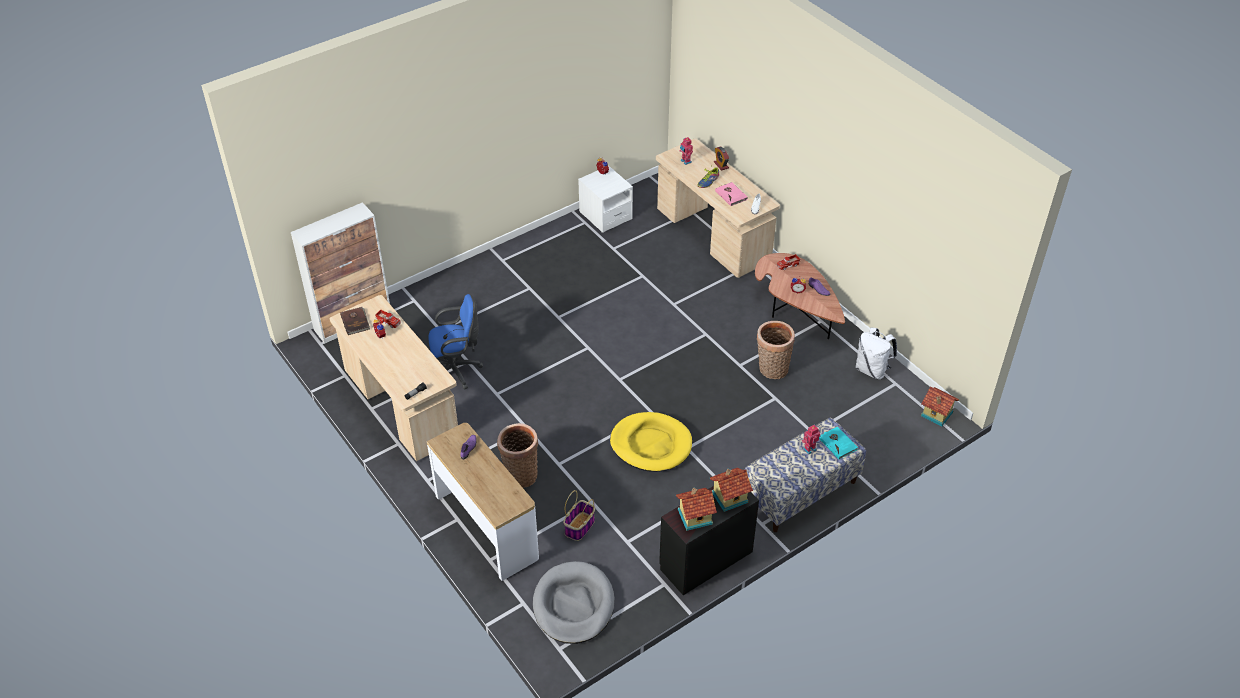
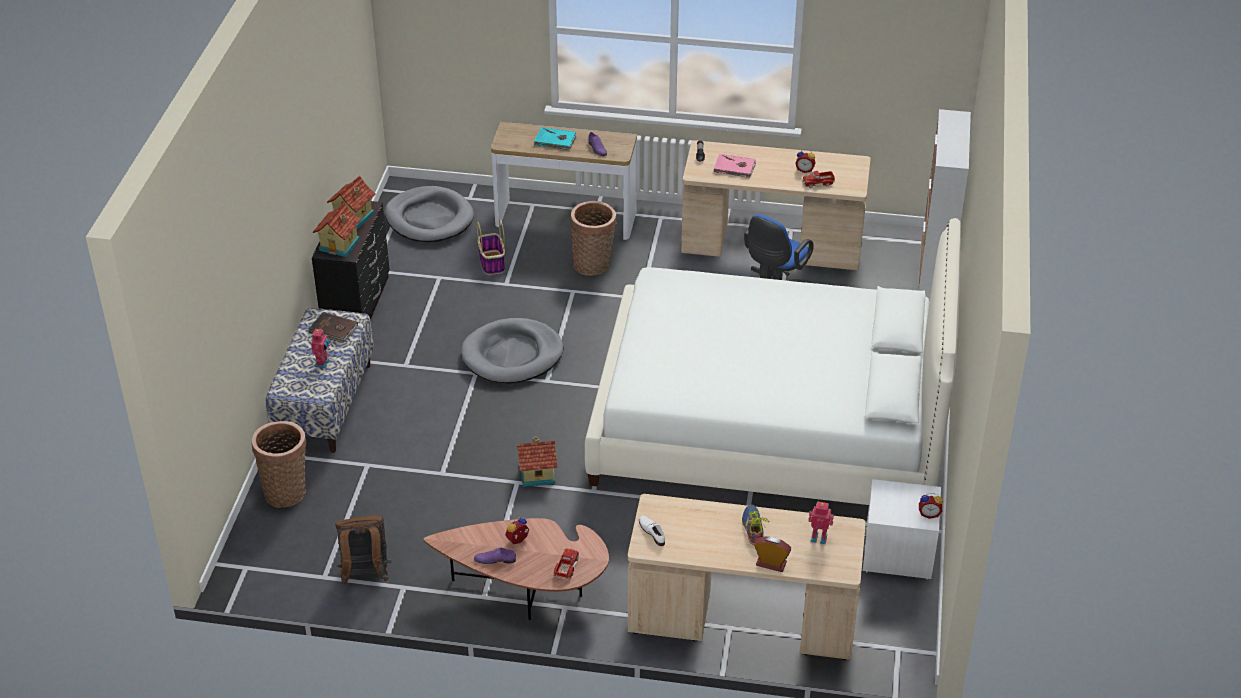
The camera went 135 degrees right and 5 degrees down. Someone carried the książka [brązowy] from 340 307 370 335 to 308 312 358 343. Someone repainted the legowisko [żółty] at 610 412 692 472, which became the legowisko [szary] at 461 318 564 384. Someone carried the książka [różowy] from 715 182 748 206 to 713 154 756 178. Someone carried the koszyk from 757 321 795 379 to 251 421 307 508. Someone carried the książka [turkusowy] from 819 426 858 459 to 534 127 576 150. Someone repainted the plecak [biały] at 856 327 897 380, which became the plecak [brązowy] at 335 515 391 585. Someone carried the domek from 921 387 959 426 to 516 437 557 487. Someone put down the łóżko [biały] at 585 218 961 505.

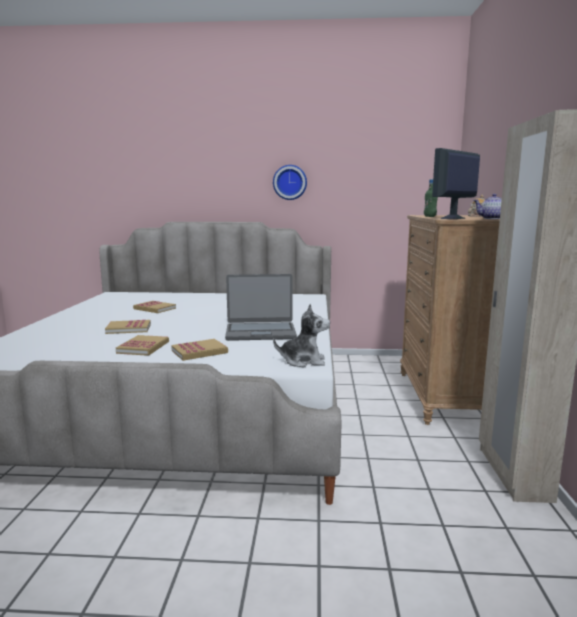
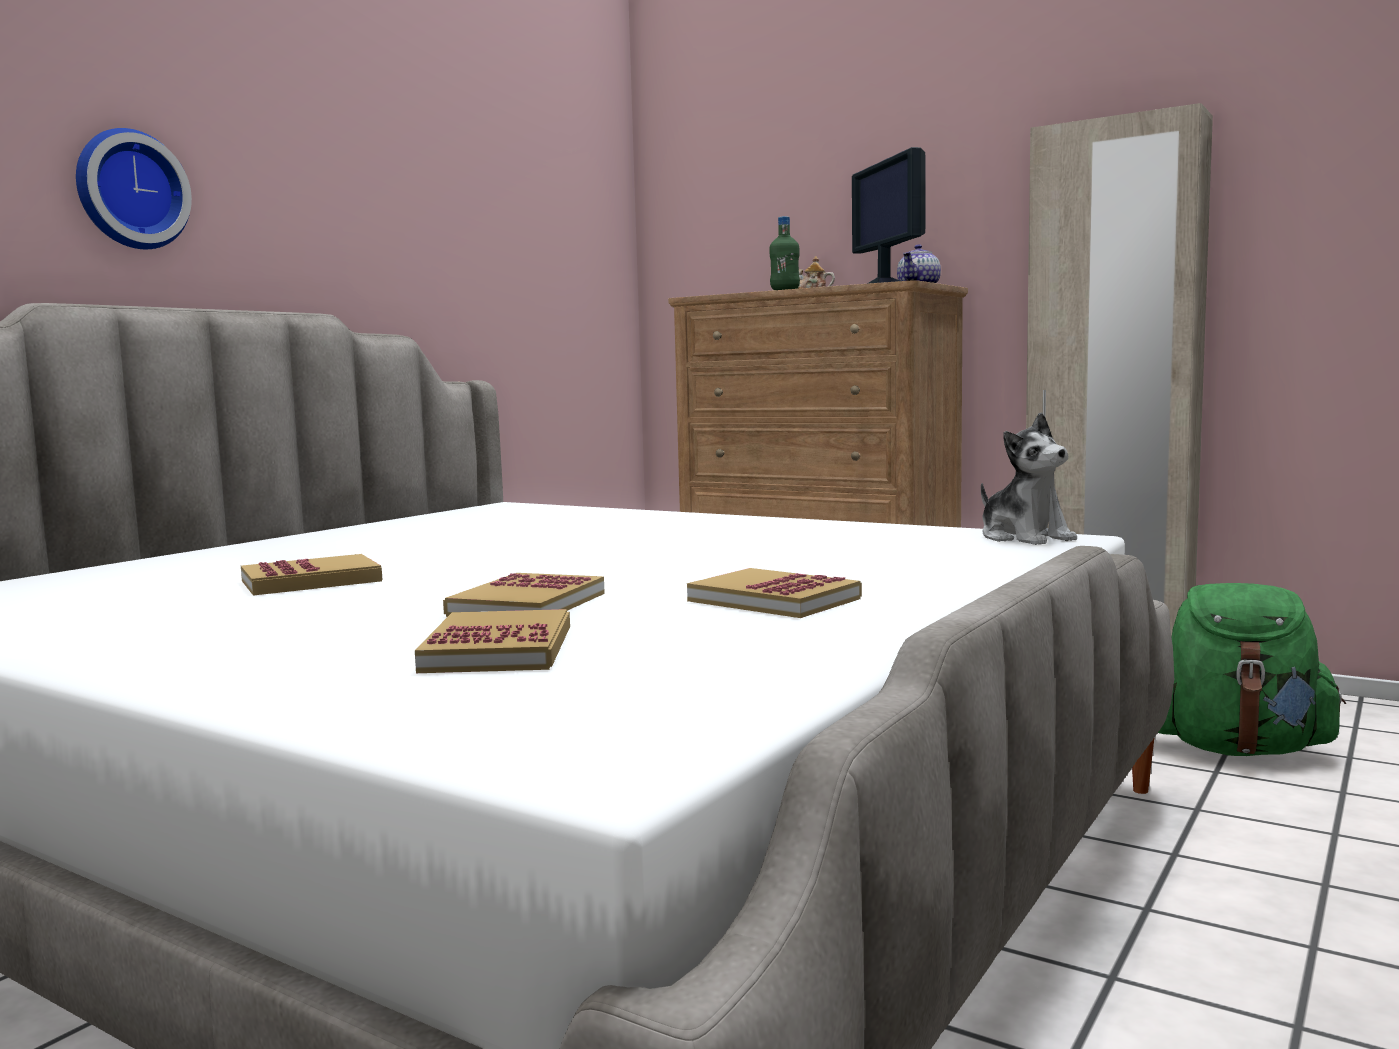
The camera went 60 degrees left and 5 degrees down. Someone carried the książka from 171 339 228 361 to 415 609 570 673. Someone took away the laptop at 225 274 297 341. Someone carried the zegar ścienny from 273 165 307 200 to 76 128 192 249. Someone rotated the pluszak at 273 304 330 367 by 120 degrees clockwise. Someone put down the plecak [zielony] at 1158 583 1346 756.

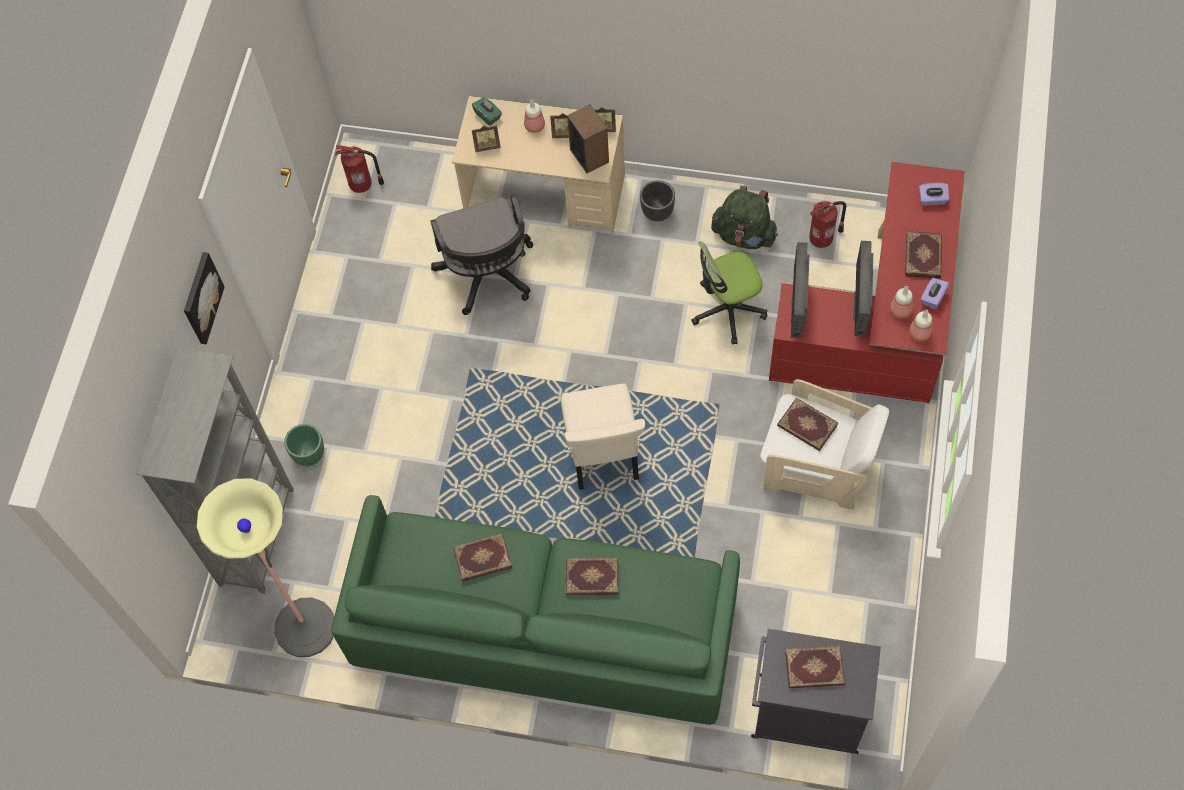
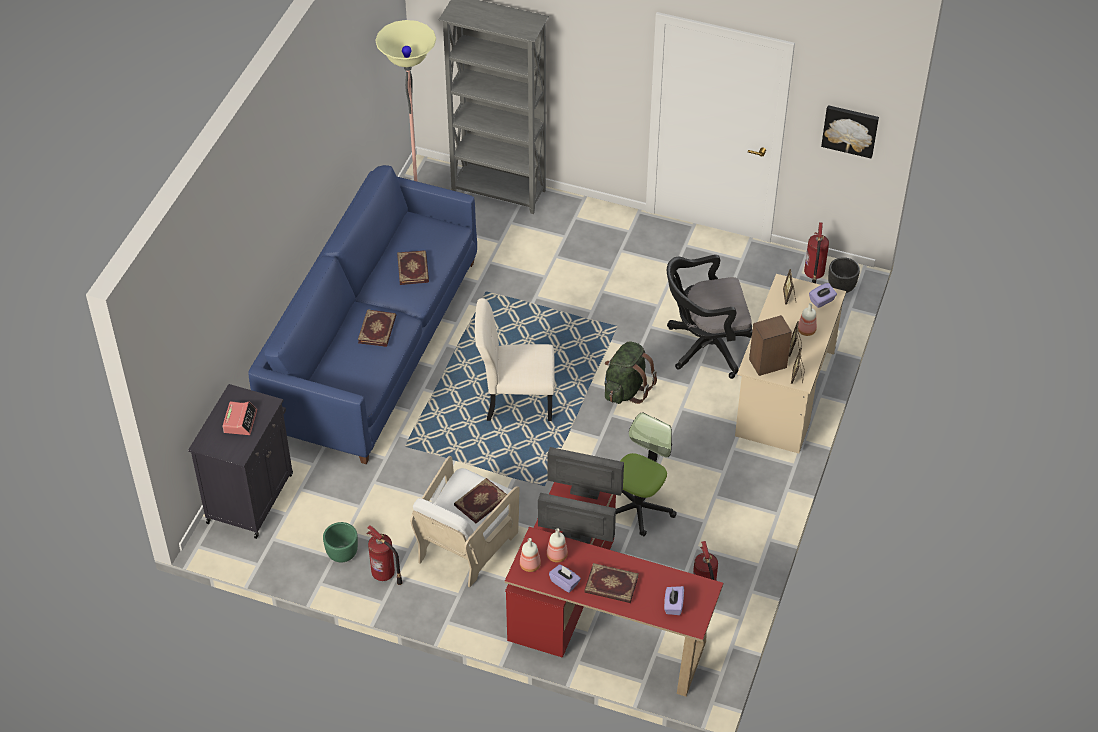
The camera went 95 degrees right and 15 degrees down. Someone carried the obraz from 184 252 224 344 to 821 105 879 158. Someone carried the donica [zielony] from 284 424 324 466 to 323 522 358 562. Someone repainted the kanapa [zielony] at 331 495 740 725, which became the kanapa [niebieski] at 248 165 477 464. Someone repainted the pudełko chusteczek [zielony] at 472 97 502 126, which became the pudełko chusteczek [fioletowy] at 809 283 837 308. Someone carried the donica [czarny] from 640 180 675 221 to 828 257 860 293. Someone rotated the krzesło biurowe at 691 241 767 345 by 45 degrees clockwise. Someone carried the plecak [zielony] from 711 186 778 249 to 604 341 657 404. Someone swapped the książka at 785 645 845 688 for the budzik at 223 401 257 435. Someone put down the gaśnica at 366 525 403 585.

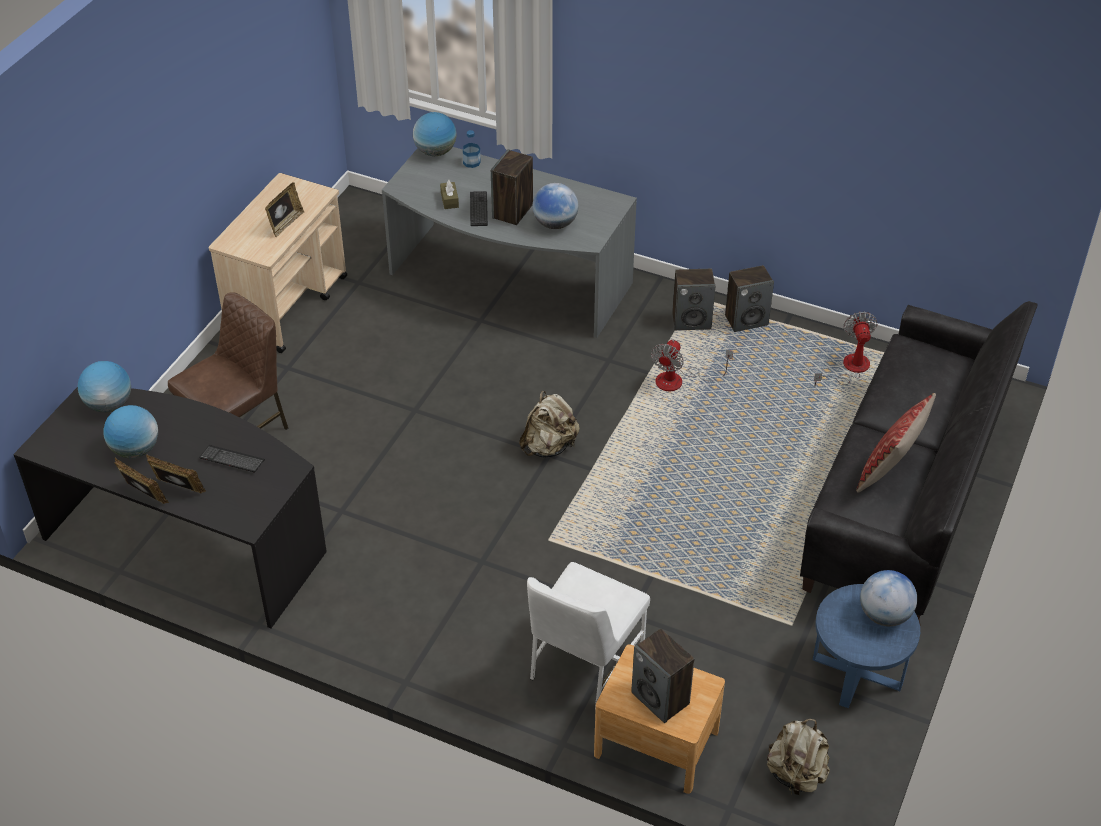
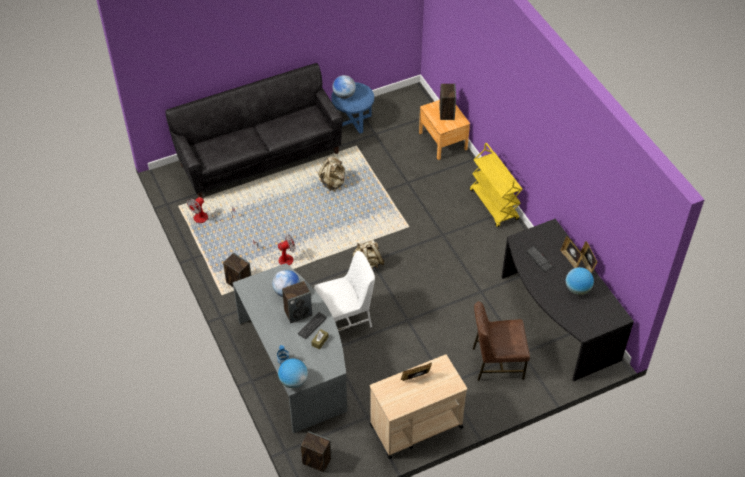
The camera went 140 degrees left and 5 degrees up. Someone took away the globus at 78 361 131 413. Someone carried the krzesło [biały] from 527 562 650 710 to 314 251 375 331. Someone carried the głośnik from 725 265 774 332 to 301 431 332 472. Someone carried the plecak [beżowy] from 767 719 830 795 to 318 156 345 191. Someone took away the poduszka at 856 393 936 493. Someone put down the wózek [żółty] at 470 143 523 227.

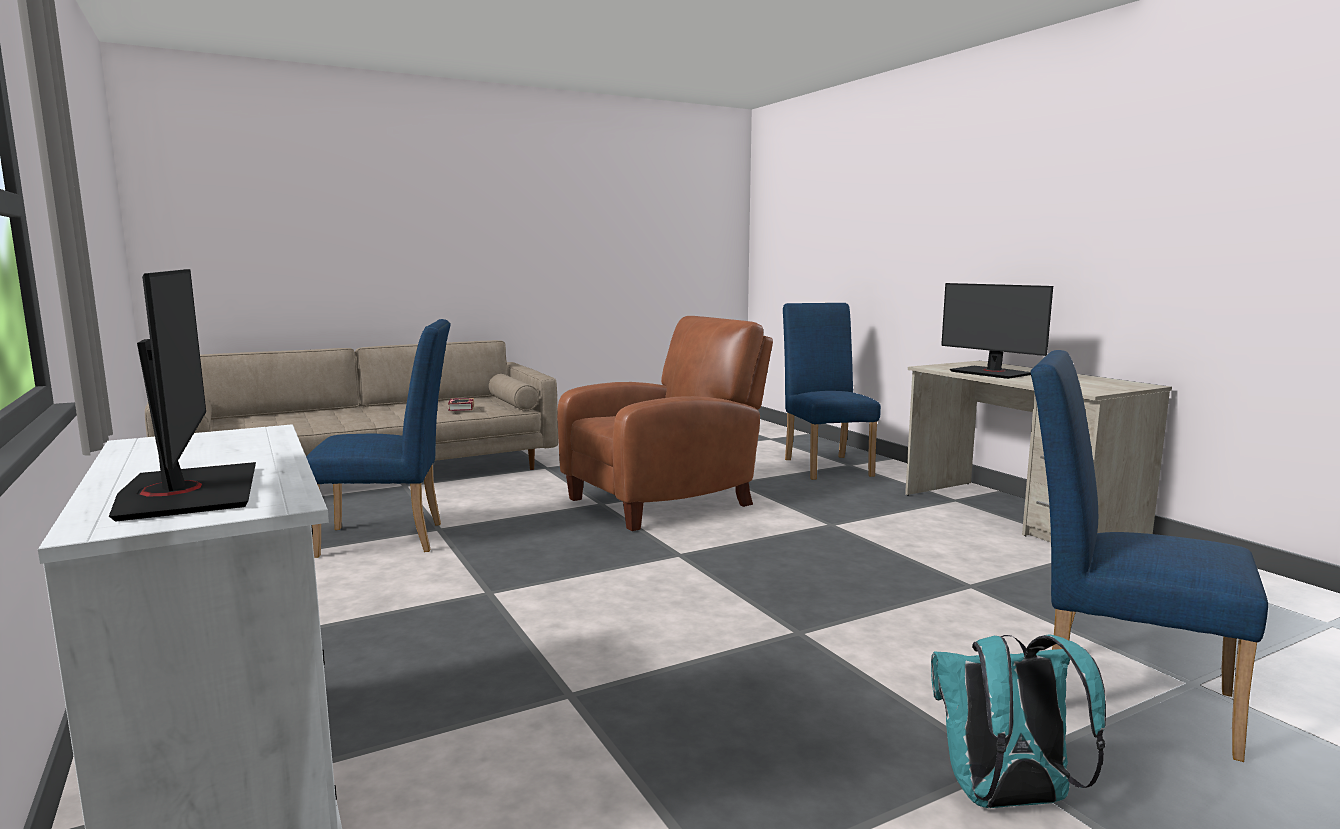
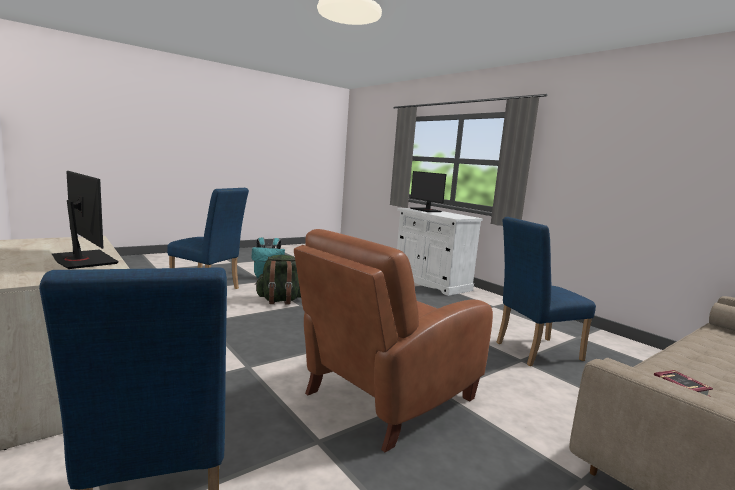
The camera went 170 degrees right and 0 degrees up. Someone put down the plecak [zielony] at 255 255 301 304.

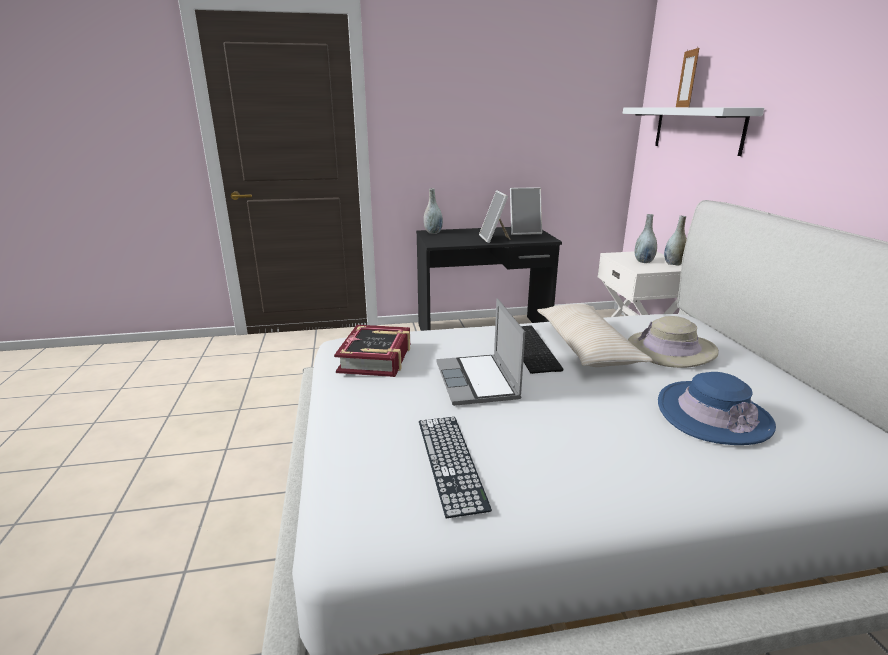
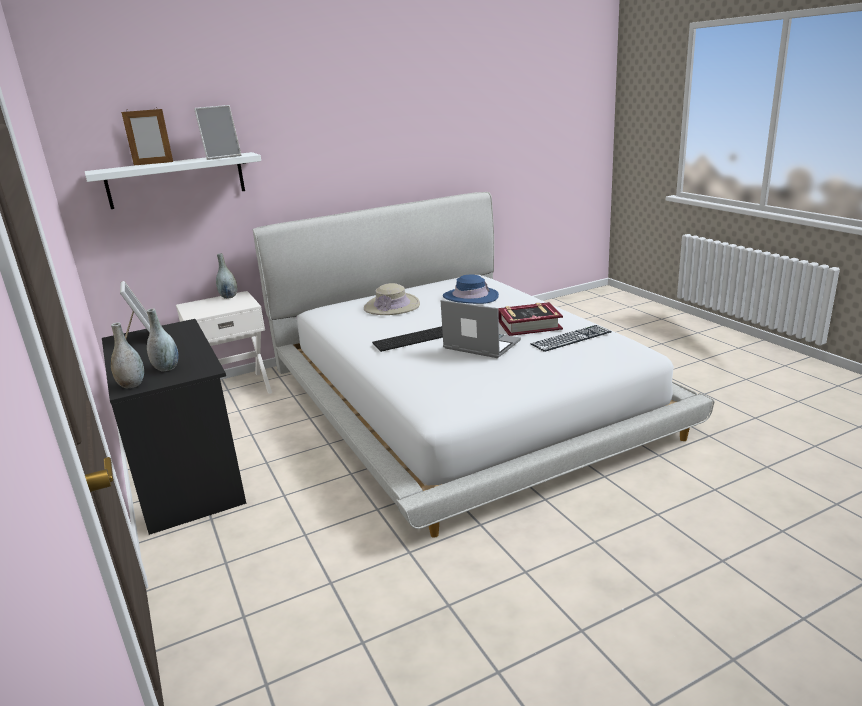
The camera went 105 degrees left and 0 degrees up. Someone carried the książka from 334 325 410 377 to 498 302 563 336. Someone rotated the laptop at 436 298 525 406 by 120 degrees counterclockwise. Someone carried the ramka na zdjęcie from 479 190 511 243 to 194 105 242 160. Someone took away the poduszka [beżowy] at 537 304 653 367. Someone carried the wazon [szary] from 634 214 657 263 to 147 308 179 371.

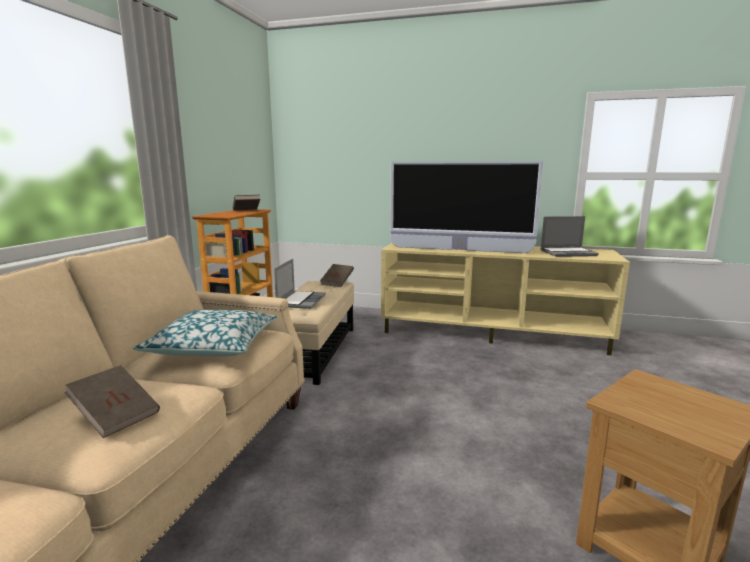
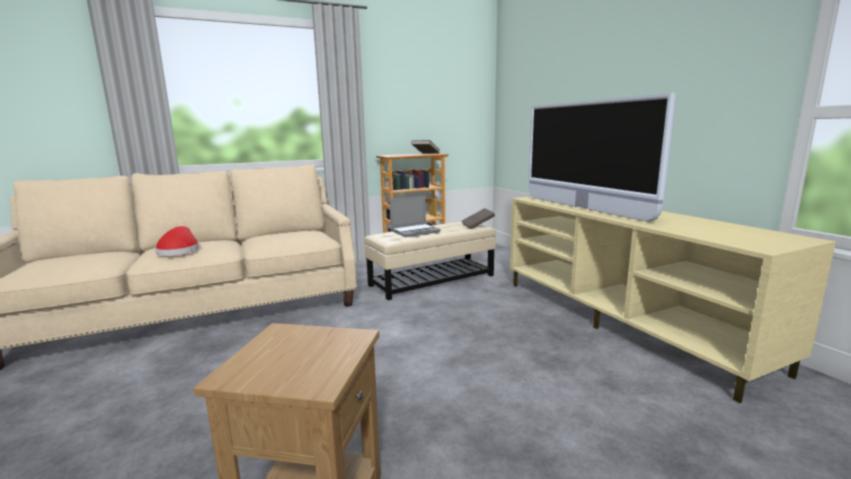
The camera went 50 degrees right and 0 degrees up. Someone swapped the książka [brązowy] at 65 365 160 438 for the kapelusz [czerwony] at 155 226 200 256. Someone took away the poduszka at 133 310 277 356. Someone took away the laptop at 541 216 599 257.

